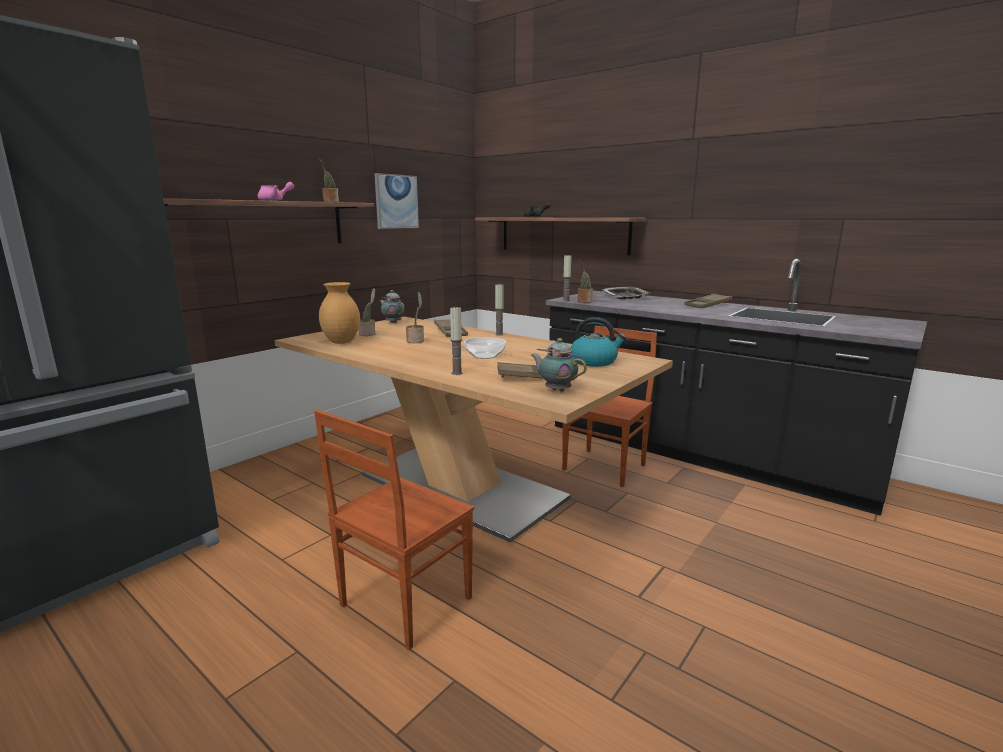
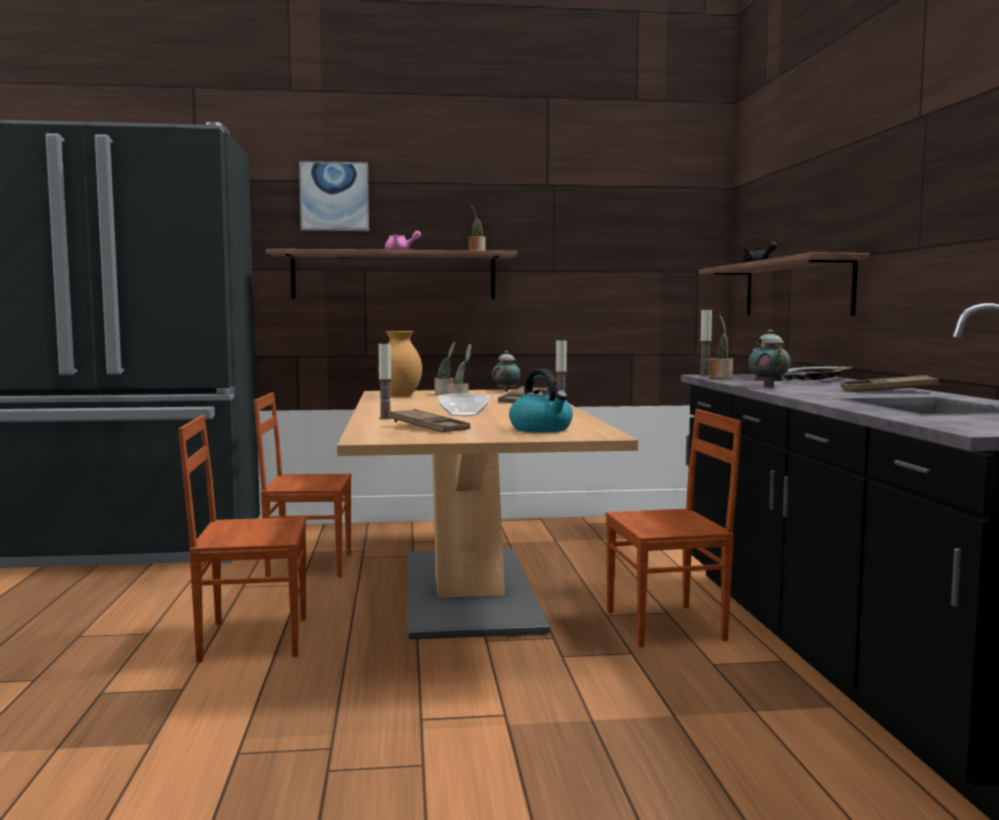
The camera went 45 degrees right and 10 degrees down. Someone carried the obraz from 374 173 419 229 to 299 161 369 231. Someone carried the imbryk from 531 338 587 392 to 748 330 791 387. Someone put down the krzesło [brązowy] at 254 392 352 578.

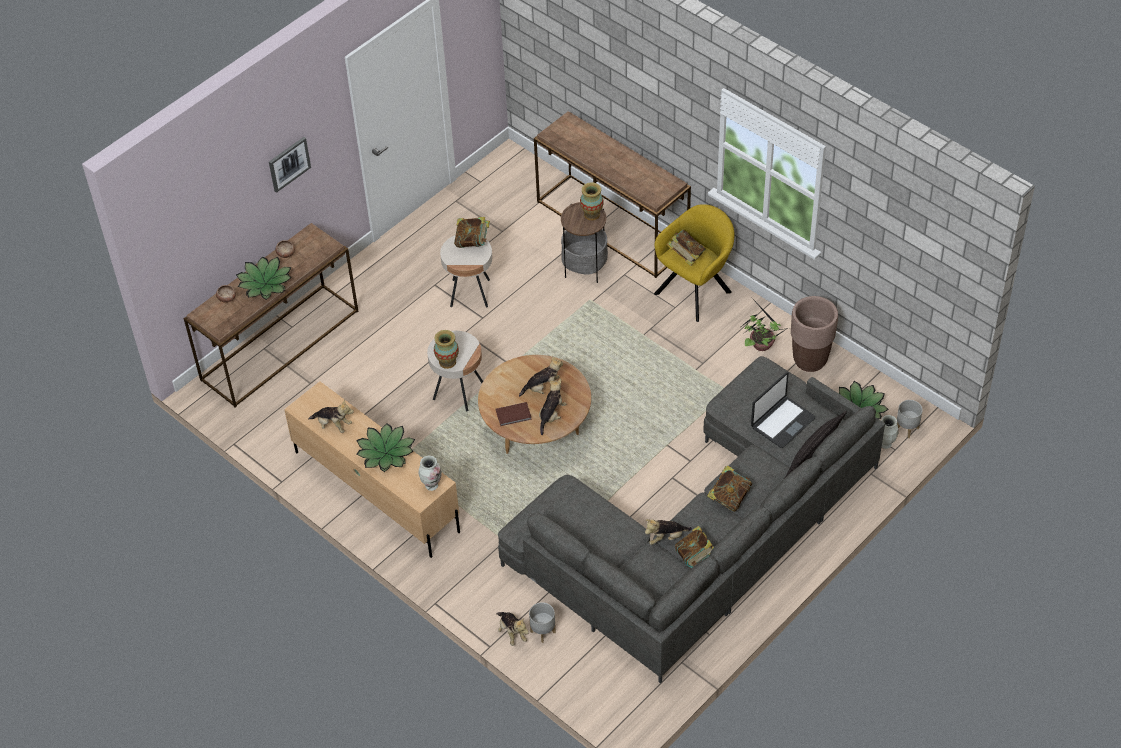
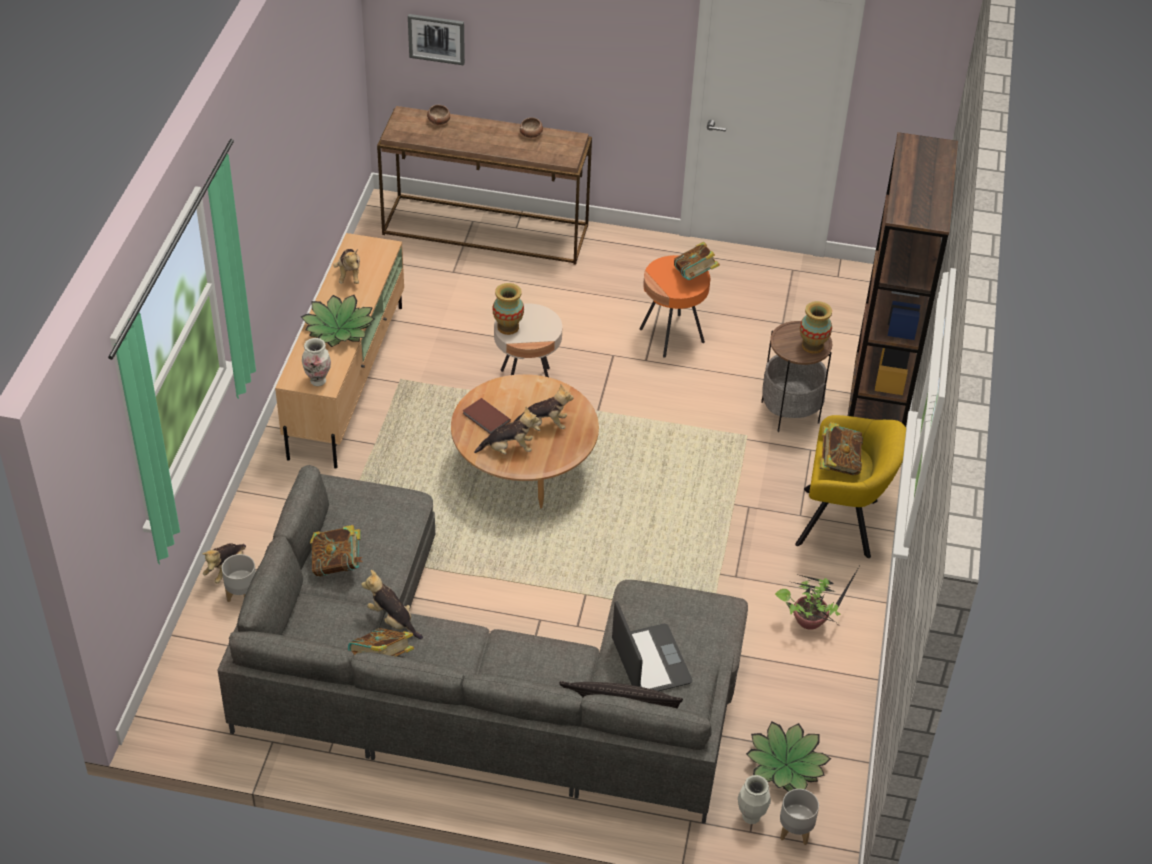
The camera went 55 degrees right and 5 degrees down. Someone took away the roślina doniczkowa at 236 256 292 300. Someone carried the obraz from 269 137 311 193 to 408 14 465 65. Someone repainted the stolik [beżowy] at 440 235 492 307, which became the stolik [pomarańczowy] at 640 255 710 358. Someone rotated the pluszak at 519 356 563 397 by 45 degrees counterclockwise. Someone swapped the stolik konsolowy [brązowy] at 534 111 691 278 for the regał [brązowy] at 848 132 958 427. Someone carried the książka from 707 465 752 512 to 310 525 362 577. Someone rotated the laptop at 751 372 816 448 by 120 degrees counterclockwise. Someone took away the donica [brązowy] at 791 296 838 372.

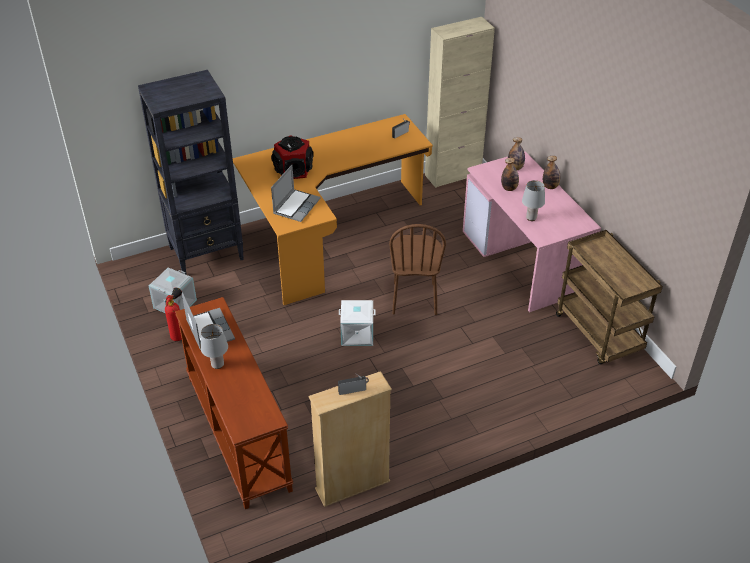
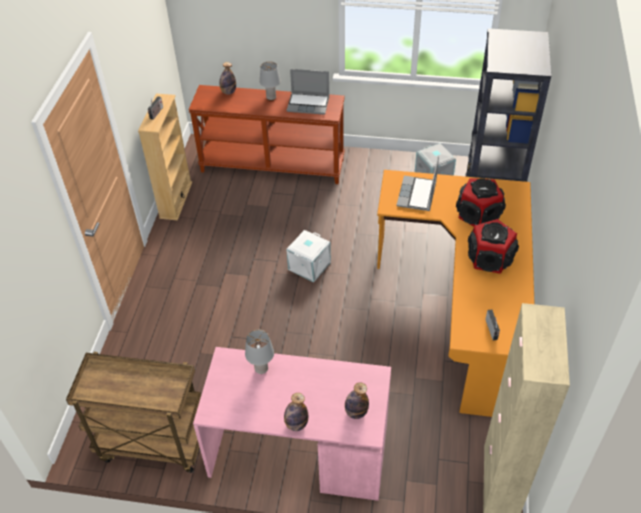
The camera went 125 degrees right and 5 degrees up. Someone took away the gaśnica at 165 288 182 341. Someone rotated the laptop at 271 165 321 222 by 45 degrees clockwise. Someone took away the krzesło [brązowy] at 389 224 446 315. Someone carried the butelka from 501 158 519 191 to 220 62 236 95. Someone put down the głośnik at 468 219 519 274.

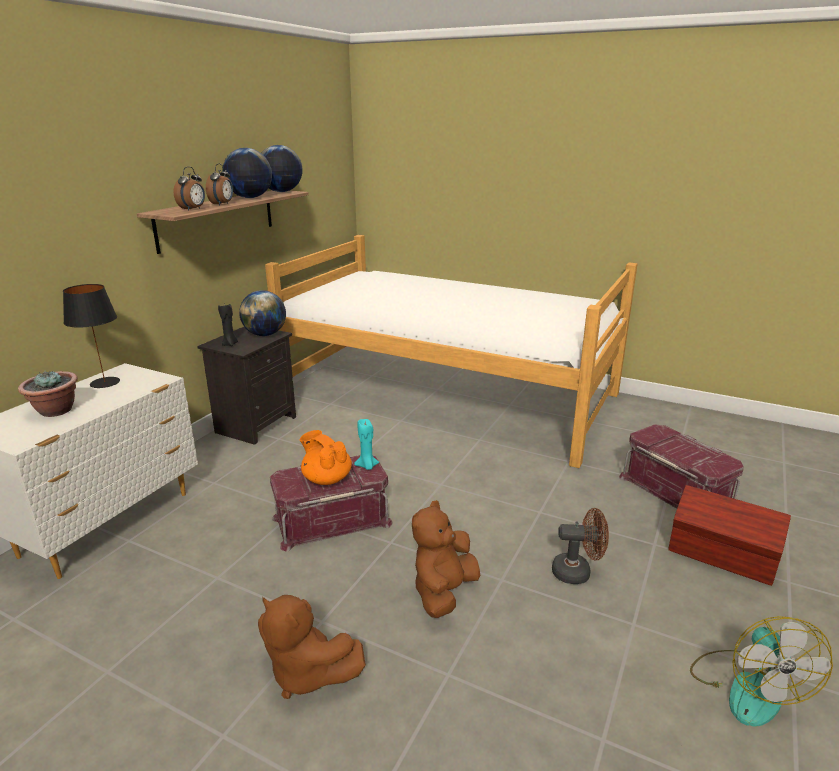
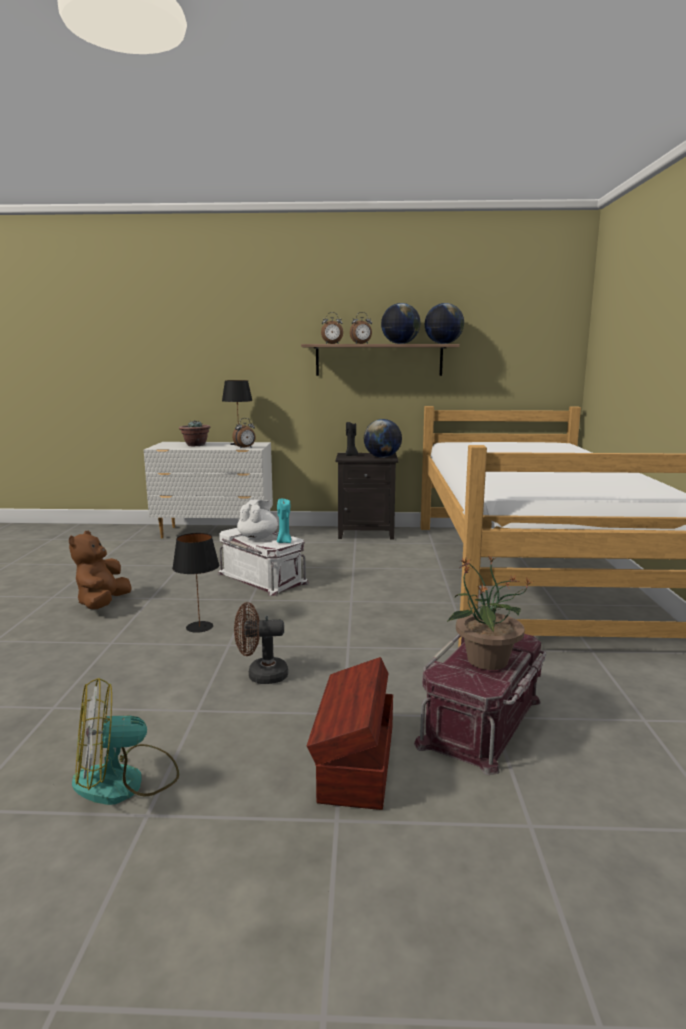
The camera went 65 degrees right and 10 degrees down. Someone repainted the pojemnik do przechowywania [czerwony] at 270 455 393 552, which became the pojemnik do przechowywania [biały] at 218 528 309 596. Someone repainted the imbryk [pomarańczowy] at 300 430 352 485, which became the imbryk [biały] at 237 500 278 540. Someone swapped the pluszak [brązowy] at 412 500 480 618 for the lampa stołowa [czarny] at 172 533 219 633. Someone rotated the wentylator [brązowy] at 552 508 609 584 by 105 degrees clockwise. Someone put down the budzik at 232 418 256 449. Someone put down the roślina doniczkowa at 447 554 532 670.

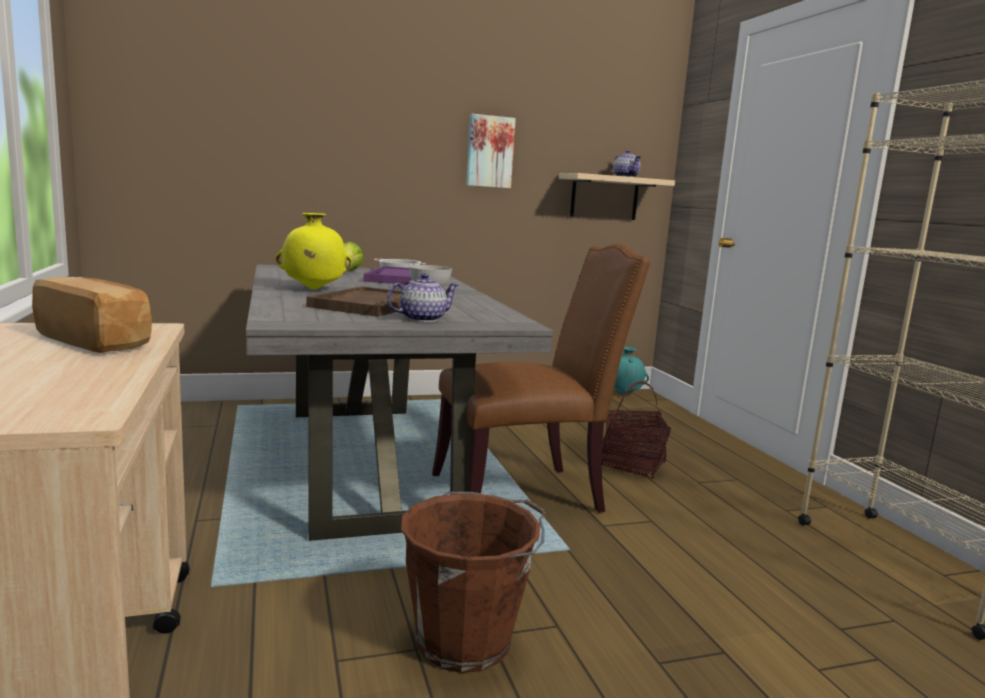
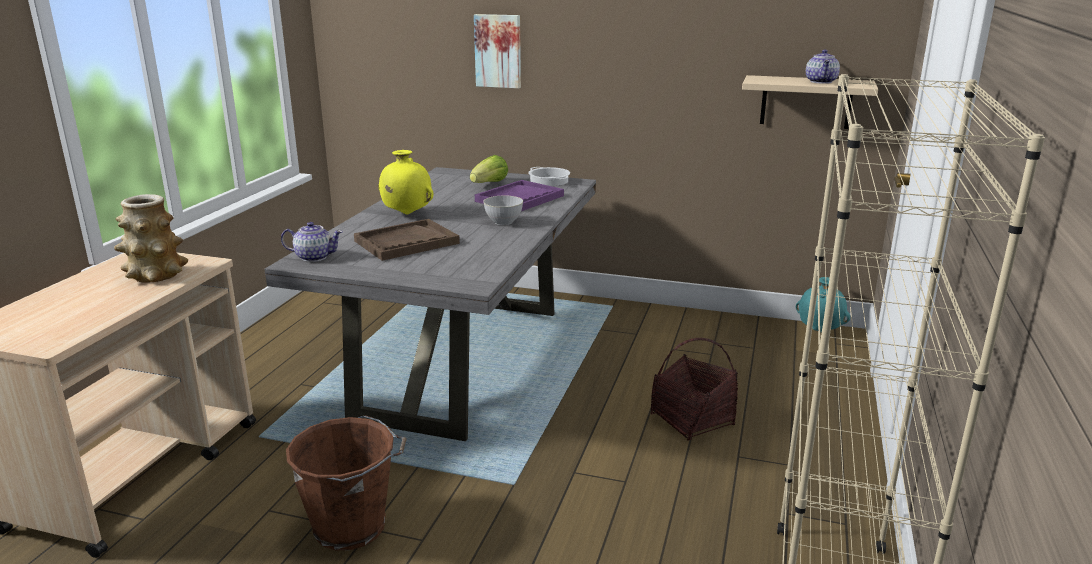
The camera went 35 degrees right and 10 degrees up. Someone swapped the chleb at 32 277 152 353 for the wazon at 114 194 188 283. Someone carried the imbryk from 387 273 458 322 to 281 222 343 262. Someone took away the krzesło [brązowy] at 432 244 650 512. Someone carried the obraz from 466 114 516 188 to 474 14 521 89.

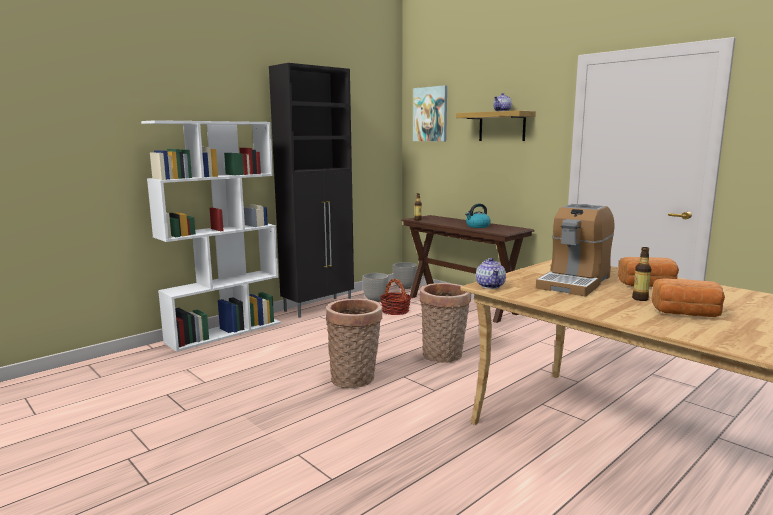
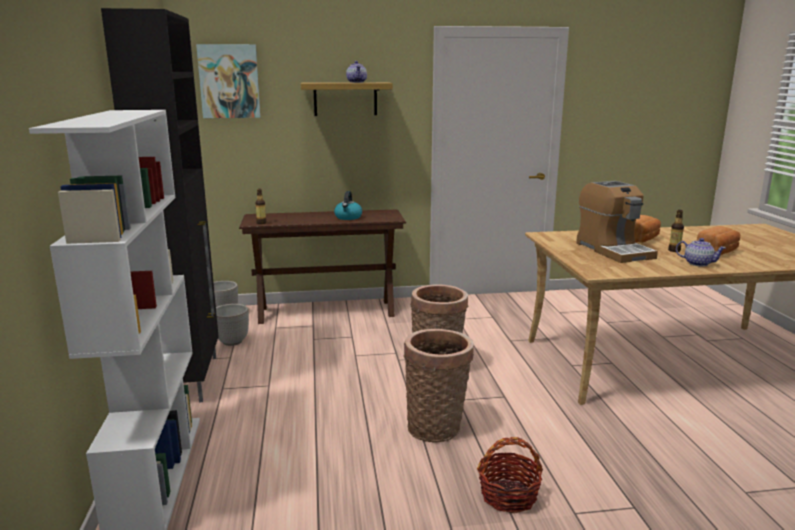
The camera went 55 degrees left and 5 degrees up. Someone carried the koszyk from 380 279 411 315 to 477 437 543 513. Someone carried the imbryk from 476 258 506 289 to 676 238 726 266.

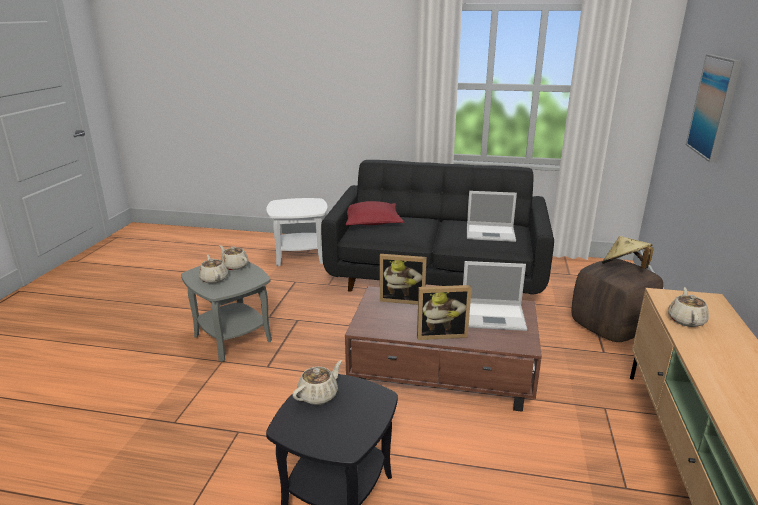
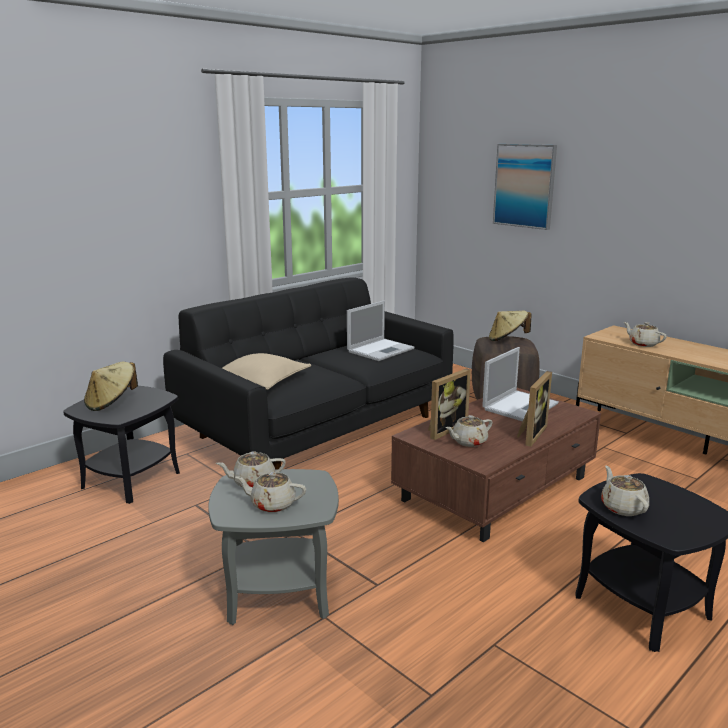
The camera went 55 degrees left and 5 degrees down. Someone repainted the stolik [biały] at 266 198 328 266, which became the stolik [czarny] at 63 386 180 504. Someone repainted the poduszka [czerwony] at 346 201 404 226, which became the poduszka [beżowy] at 222 353 311 390. Someone put down the kapelusz [beżowy] at 84 362 138 411. Someone put down the imbryk [beżowy] at 445 415 493 447.

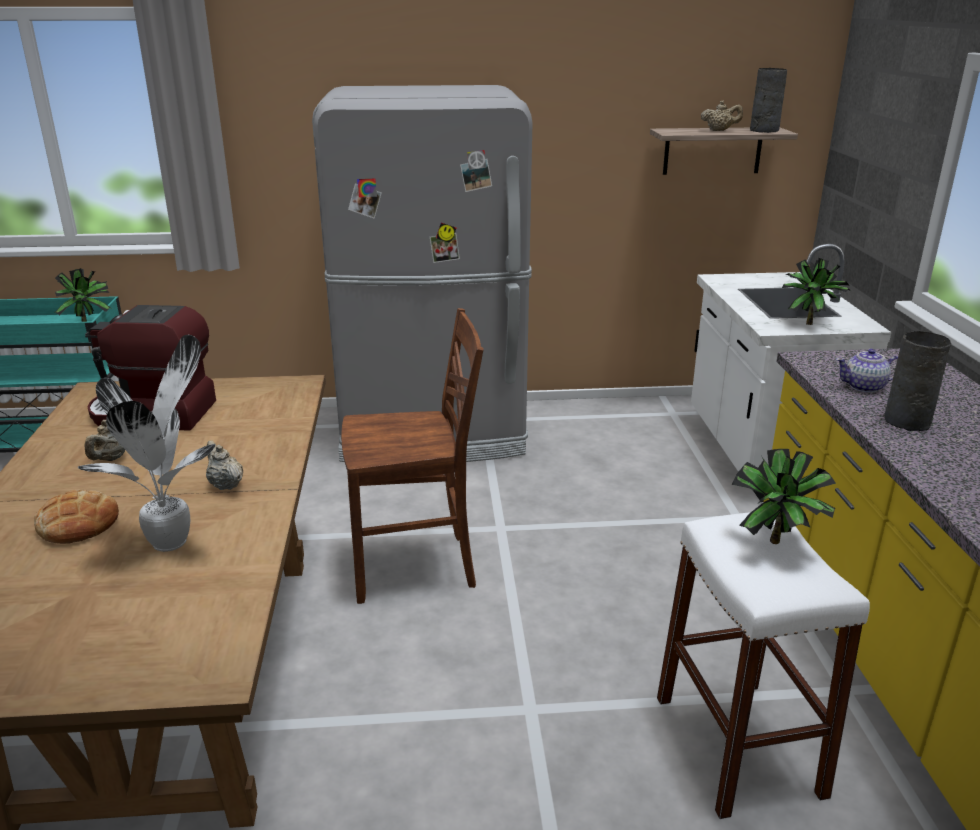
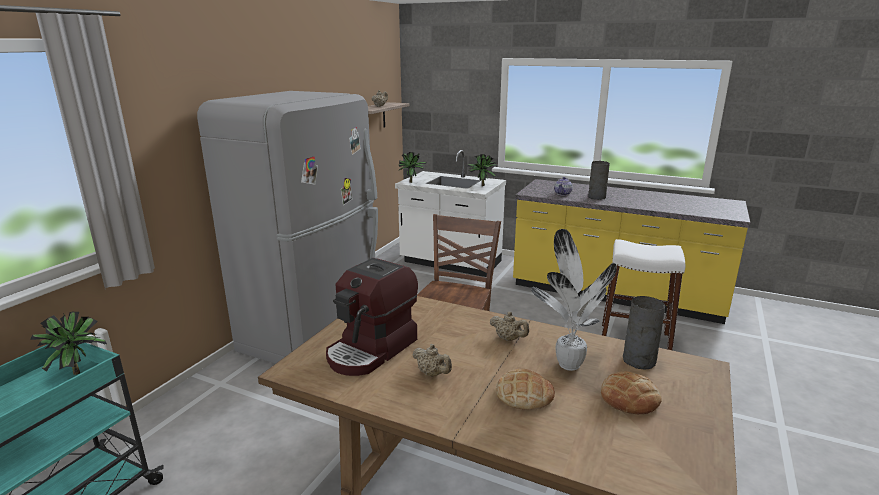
The camera went 60 degrees left and 5 degrees down. Someone rotated the imbryk [beżowy] at 206 440 243 490 by 135 degrees counterclockwise. Someone carried the roślina doniczkowa from 731 449 836 544 to 398 152 426 183. Someone carried the wazon [szary] from 750 68 787 133 to 623 296 665 370. Someone put down the chleb at 601 371 662 414.

